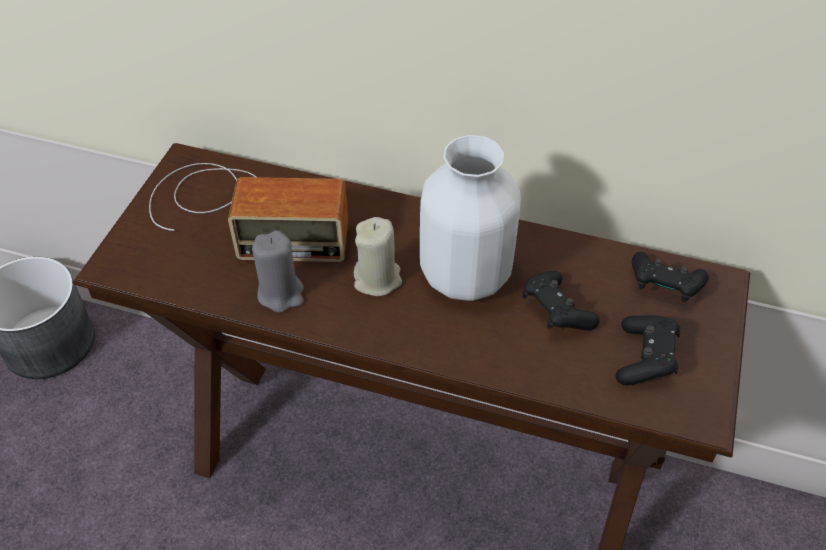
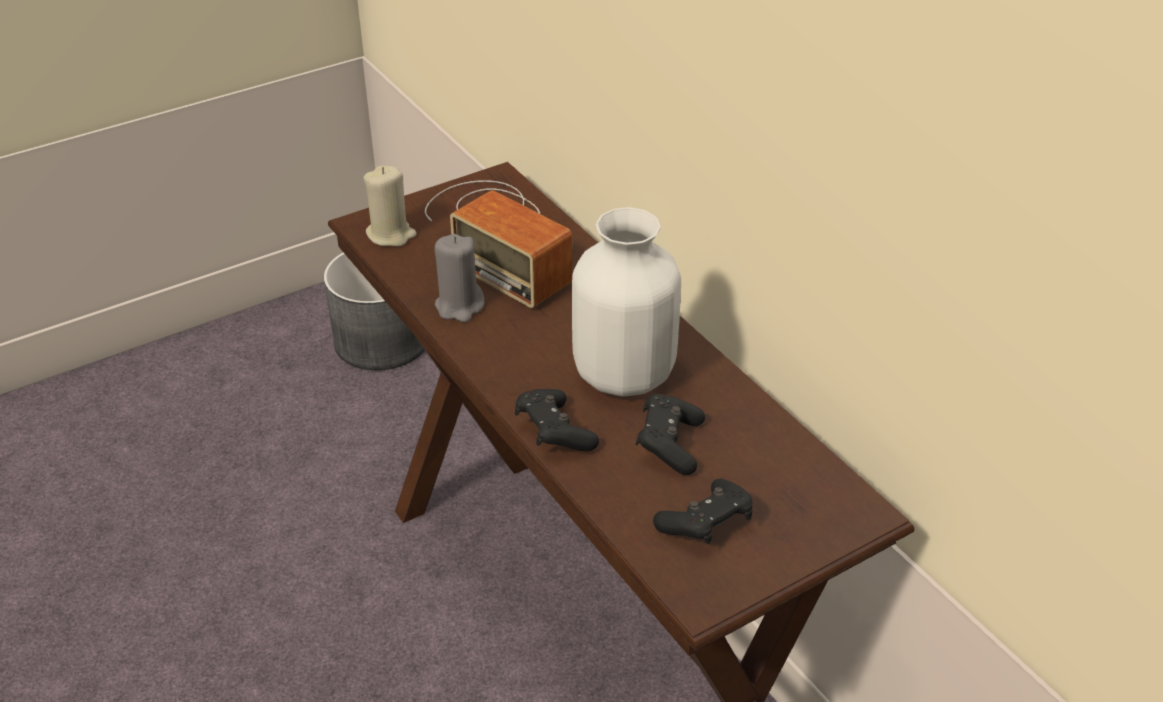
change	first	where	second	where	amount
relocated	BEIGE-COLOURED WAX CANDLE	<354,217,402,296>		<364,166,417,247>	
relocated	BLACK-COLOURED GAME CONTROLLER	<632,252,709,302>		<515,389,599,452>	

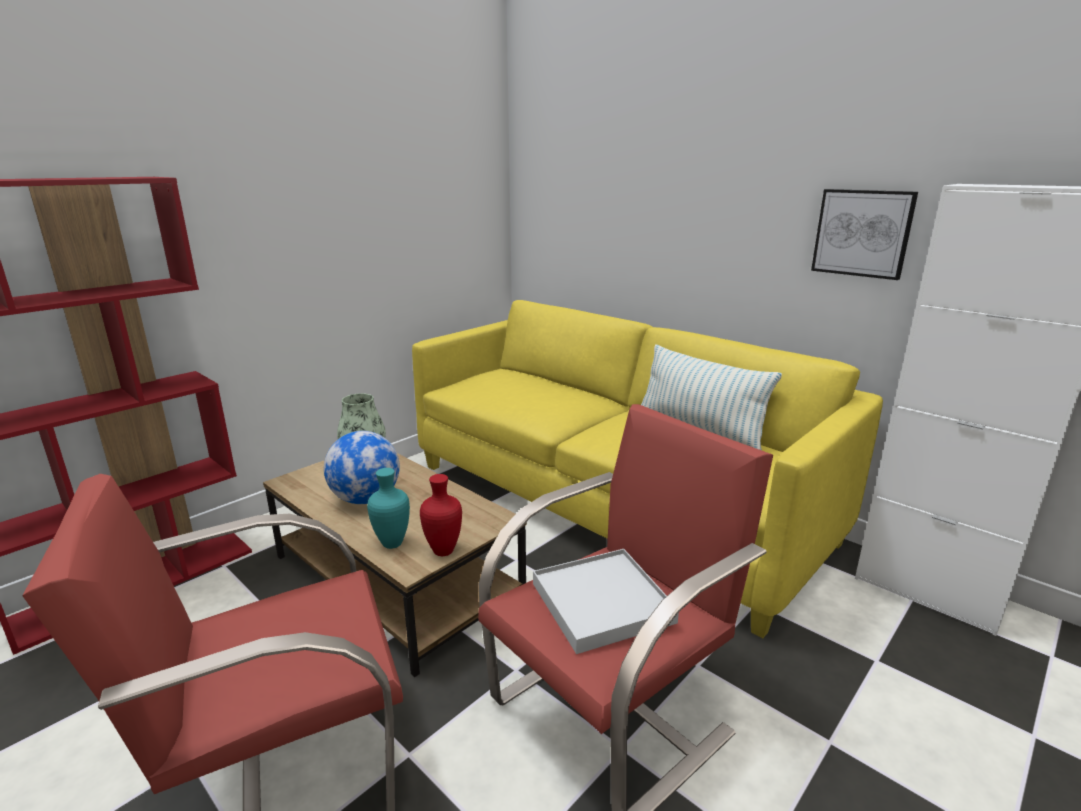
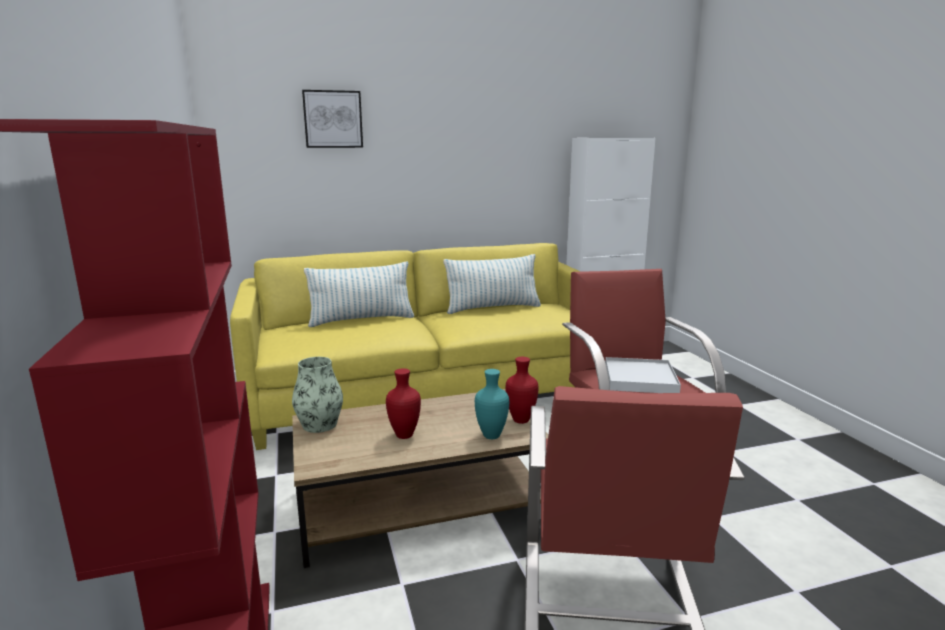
change	first	where	second	where	amount
relocated	PICTURE	<811,189,918,280>		<302,90,363,148>	
appeared			CUSHION	<304,261,415,327>	
exchanged	DESK GLOBE	<324,431,400,504>	REDDISH FLOWER VASE	<386,368,421,439>	

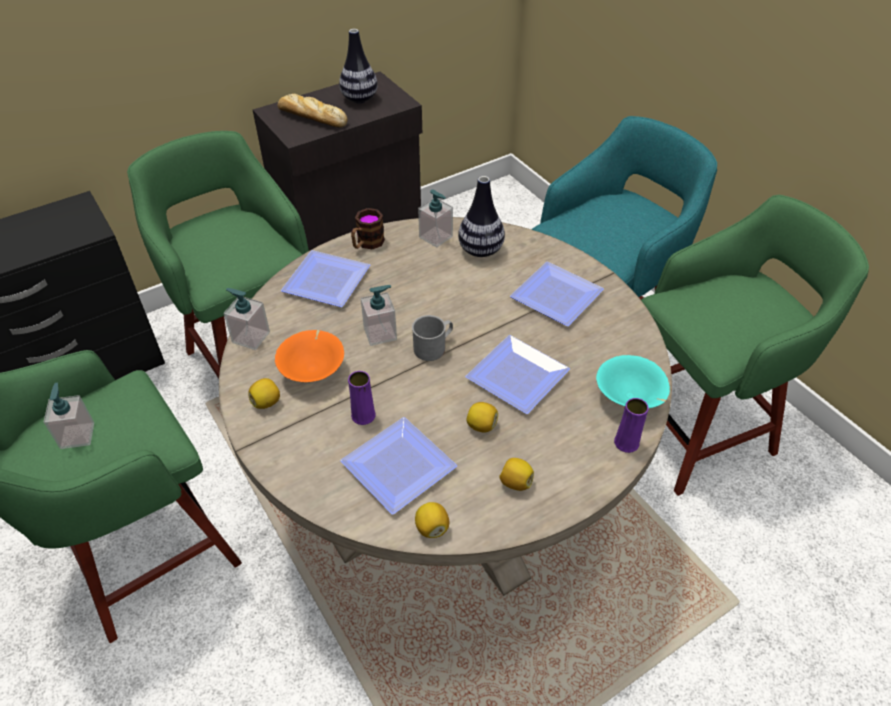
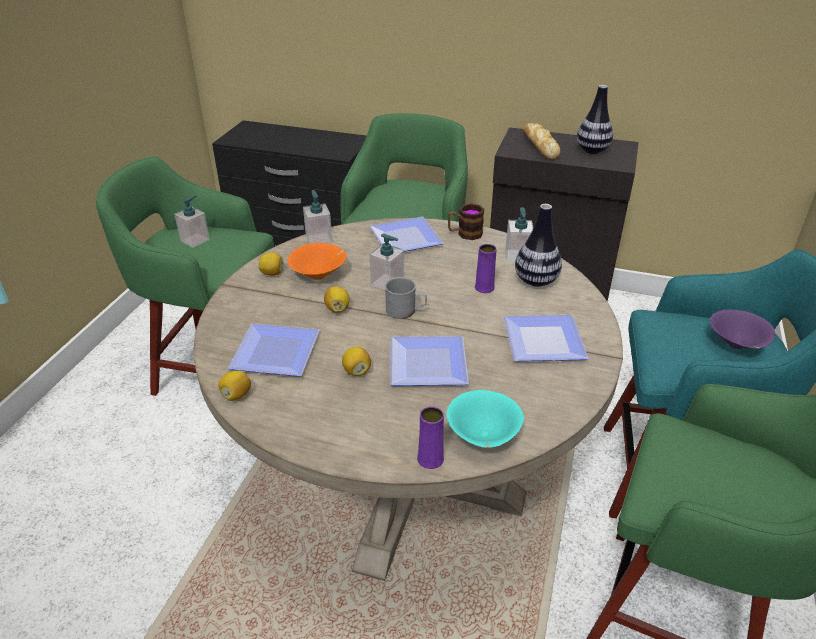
change	first	where	second	where	amount
relocated	LEMON	<499,458,534,491>		<324,286,350,312>	
relocated	PURPLE-COLOURED FLOWER VASE	<348,371,376,425>		<475,244,497,293>	
appeared			PURPLE-COLOURED DEEP DISH	<710,310,775,349>	

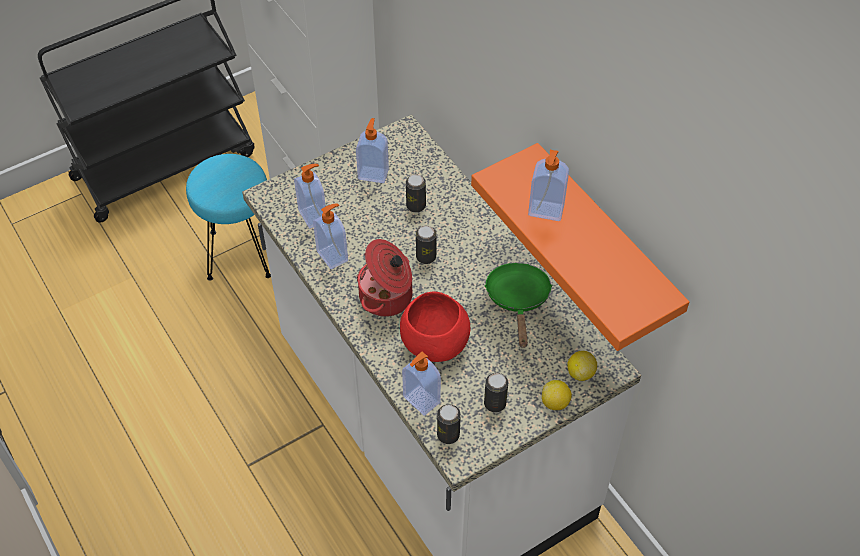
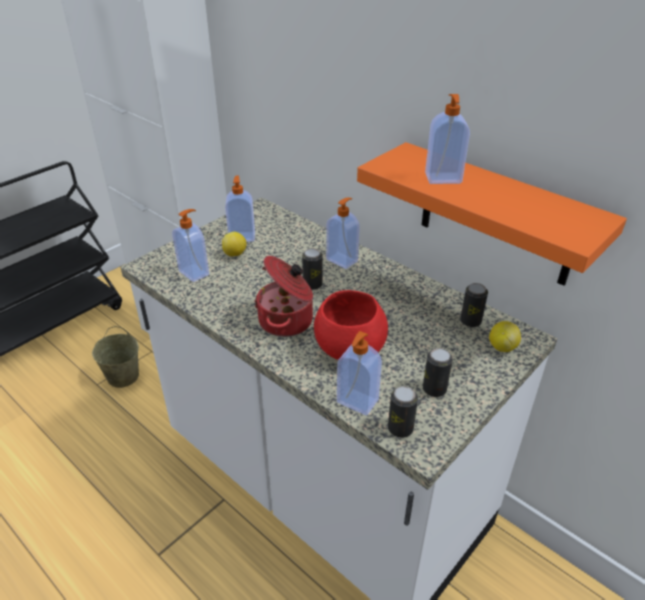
change	first	where	second	where	amount
exchanged	TURQUOISE STOOL	<186,154,271,281>	BEIGE-COLOURED BUCKET	<92,326,139,388>	
relocated	LEMON	<542,380,572,410>		<222,232,247,256>	
relocated	SOAP DISPENSER	<313,204,348,269>		<326,197,360,269>	
relocated	METAL CAN	<406,174,426,212>		<460,283,488,327>	
missing	GREEN PAN	<484,263,553,348>			

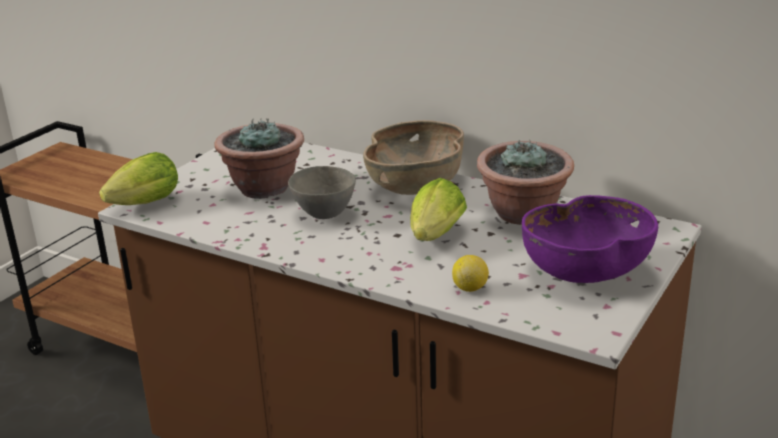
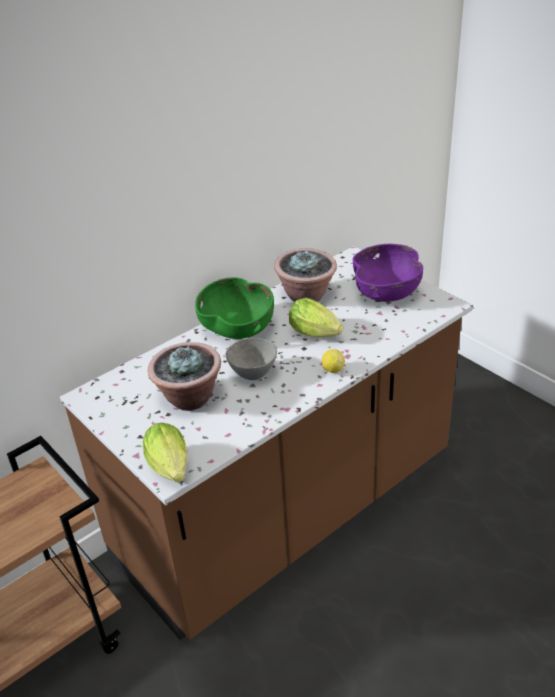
change	first	where	second	where	amount
colour	BROWN DEEP DISH	<363,120,464,195>	GREEN DEEP DISH	<195,277,274,339>	
relocated	LEMON	<452,255,489,292>		<322,349,345,373>	

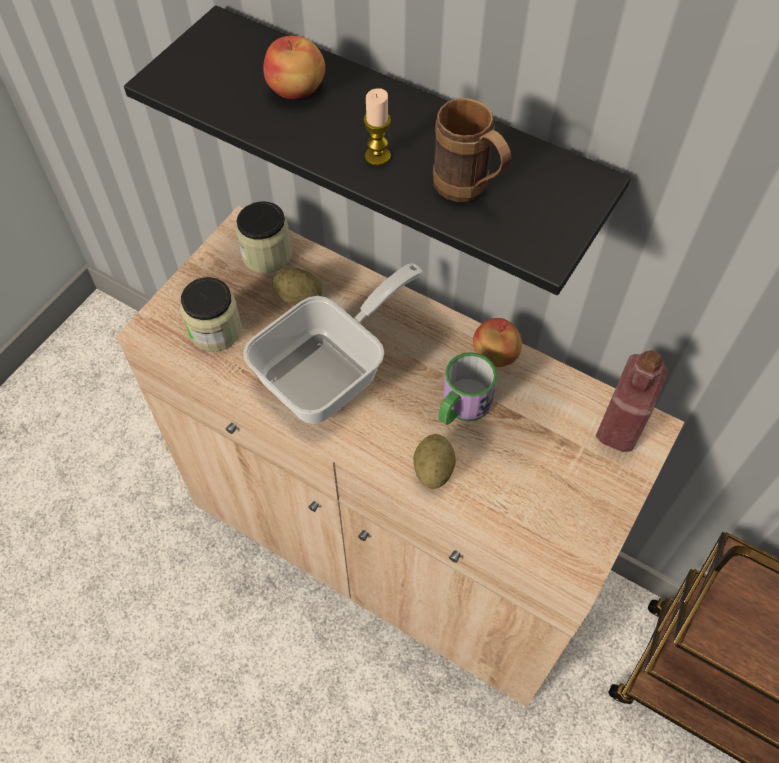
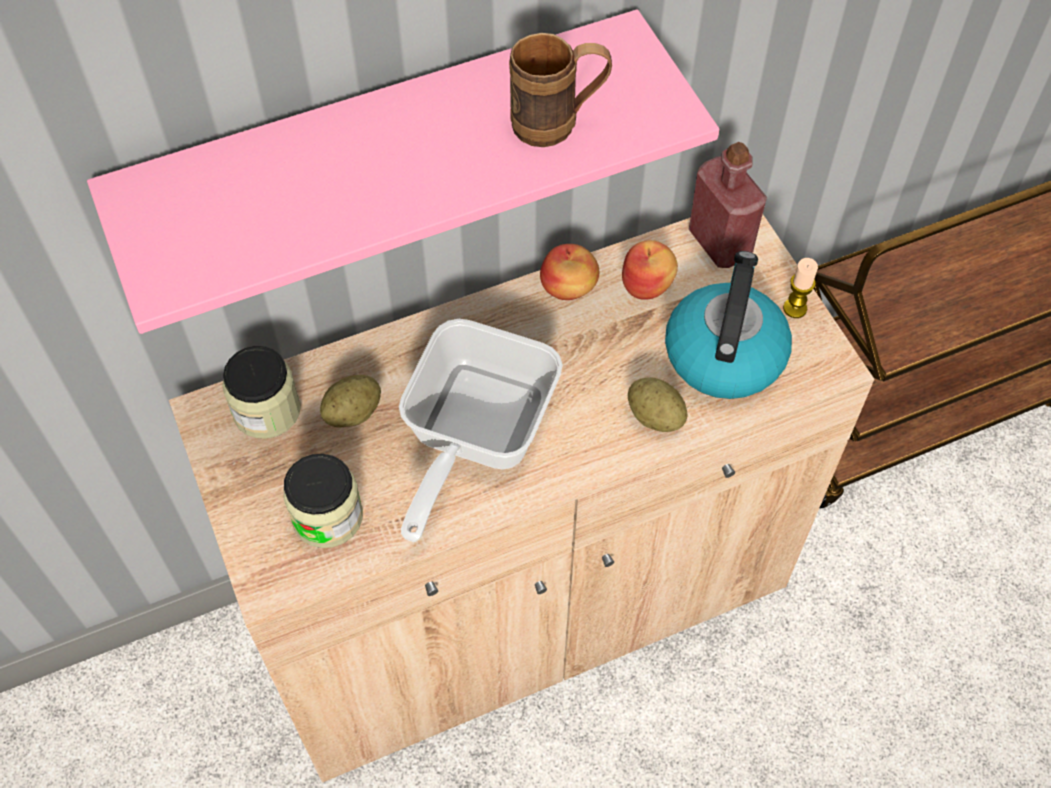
change	first	where	second	where	amount
colour	BLACK-COLOURED SHELF	<124,5,631,295>	PINK SHELF	<87,9,719,334>	
spun	PAN	<243,263,422,424>		<399,319,563,542>	150 degrees counterclockwise
relocated	WHOLE APPLE	<263,36,325,99>		<622,240,678,300>	
appeared			KETTLE	<665,251,792,399>	
relocated	WAX CANDLE	<363,88,391,166>		<783,258,818,318>	
missing	COFFEE MUG	<439,352,497,425>			

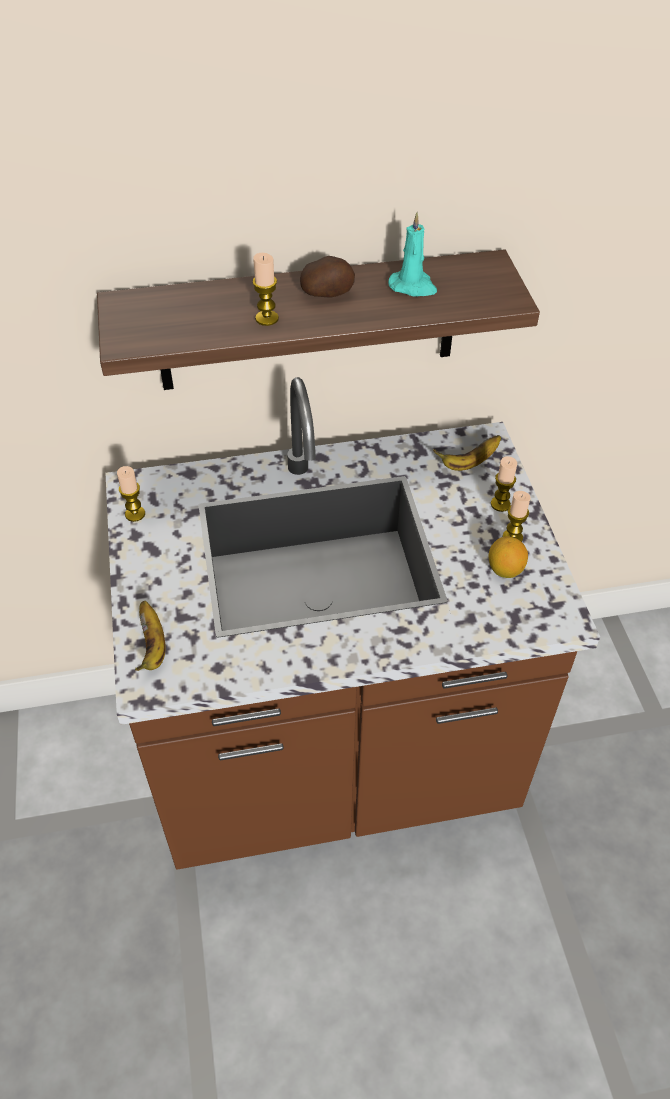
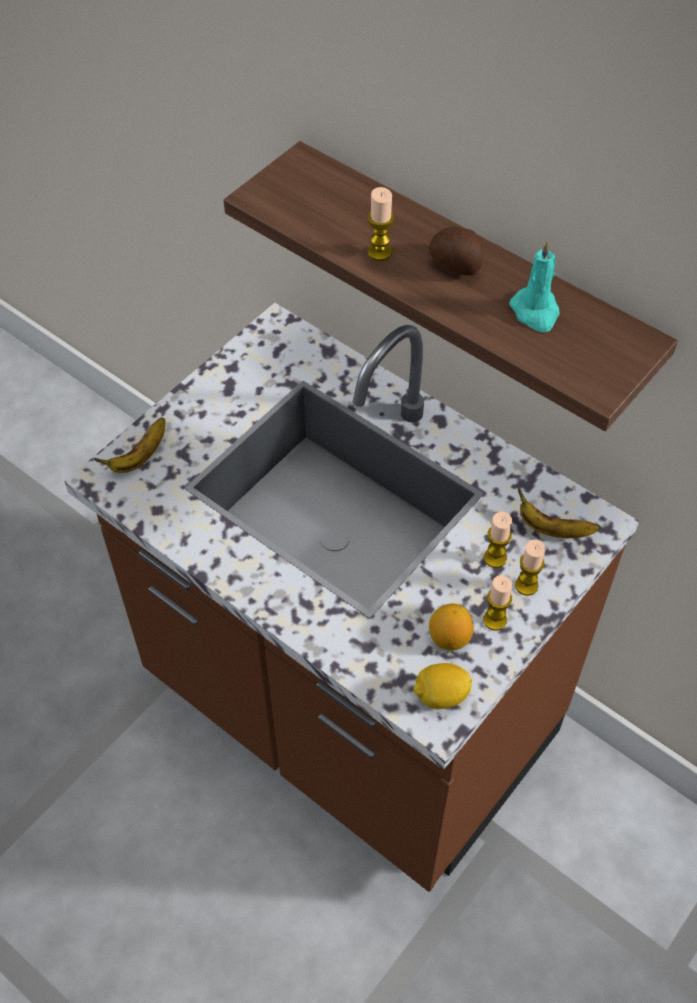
change	first	where	second	where	amount
appeared			LEMON	<414,663,472,709>	
relocated	WAX CANDLE	<117,466,145,522>		<484,512,512,568>	

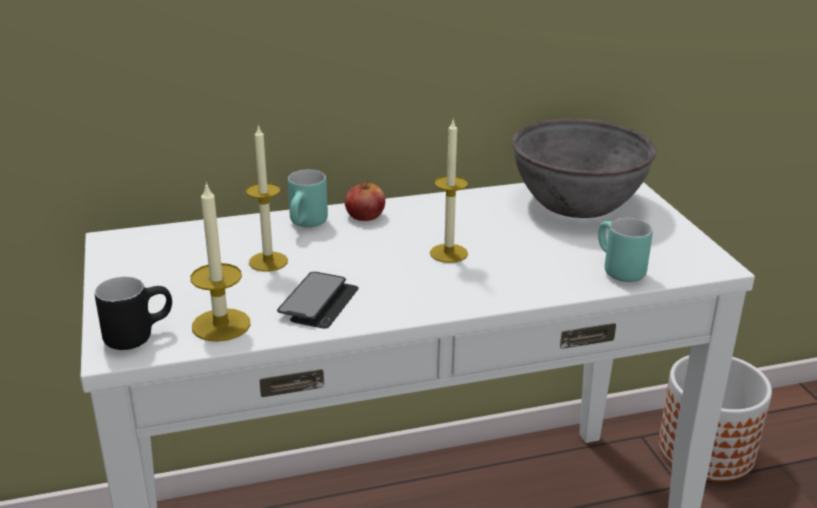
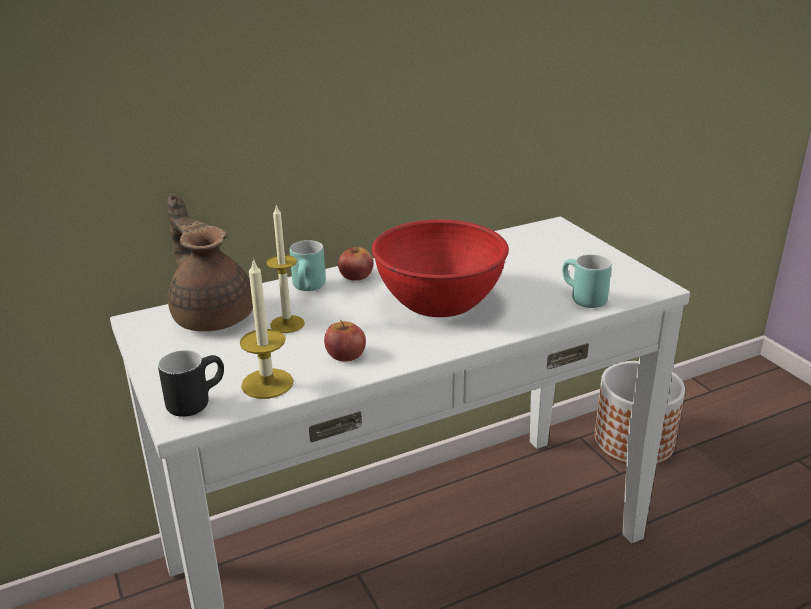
change	first	where	second	where	amount
appeared			BROWN TEAPOT	<168,194,253,331>	
exchanged	PHONE	<277,272,359,328>	WHOLE APPLE	<324,320,366,361>	
exchanged	WAX CANDLE	<430,118,468,263>	REDDISH DEEP DISH	<372,219,509,317>	
missing	GREY DEEP DISH	<512,118,657,218>			

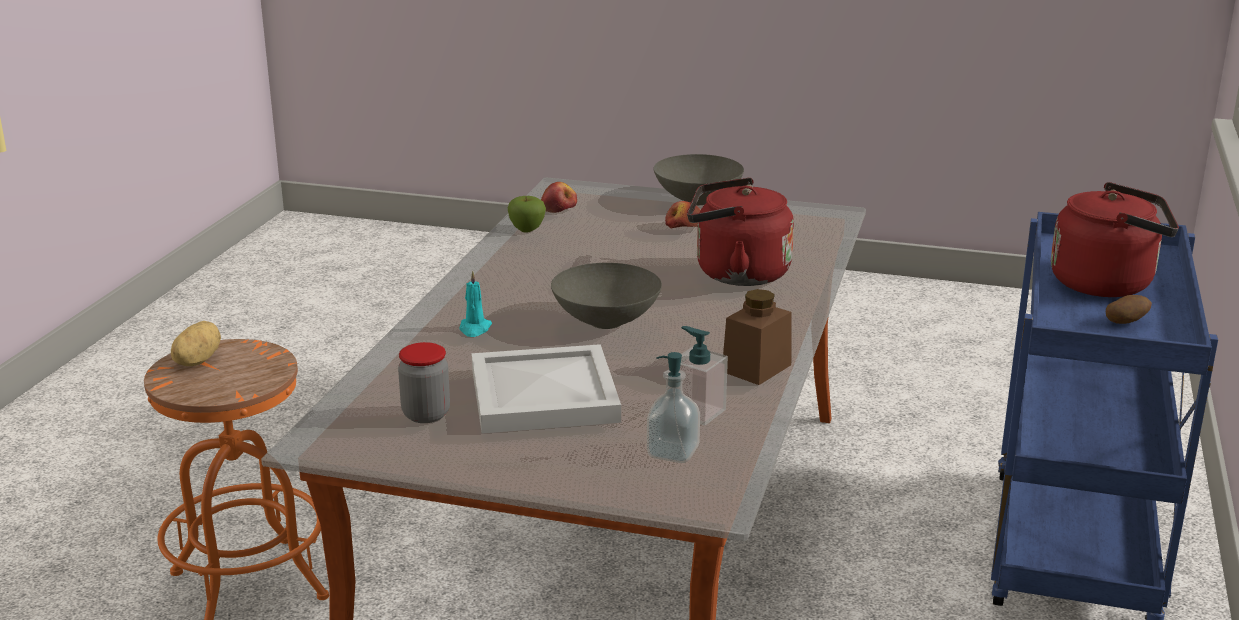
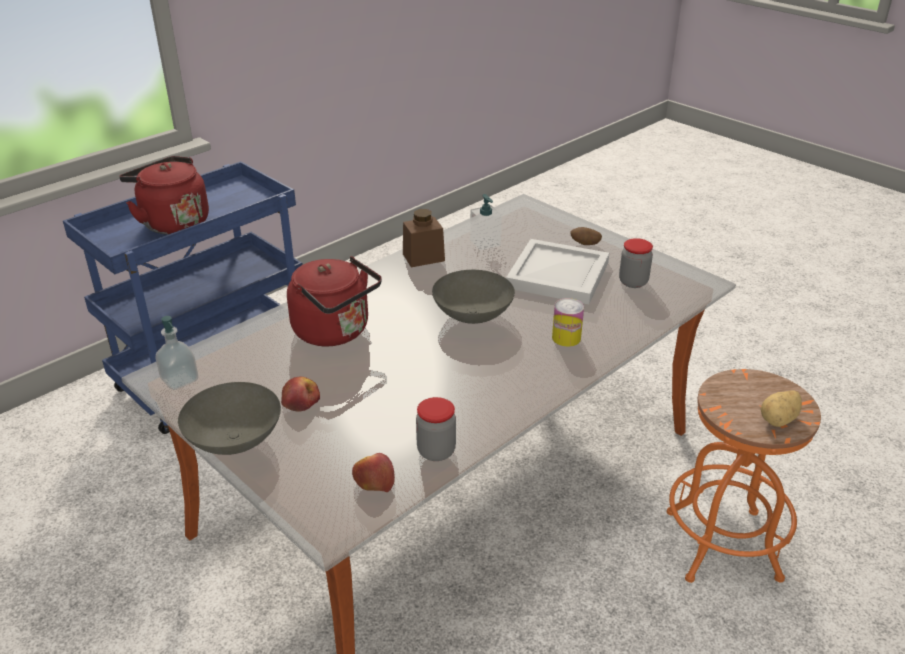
change	first	where	second	where	amount
relocated	SOAP DISPENSER	<647,352,700,463>		<156,316,198,390>	
exchanged	WHOLE APPLE	<508,196,546,233>	STORAGE JAR	<416,397,456,461>	
exchanged	TURQUOISE WAX CANDLE	<459,270,492,337>	METAL CAN	<552,298,584,347>	
relocated	WHOLE POTATO	<1106,295,1152,324>		<570,227,602,245>	

